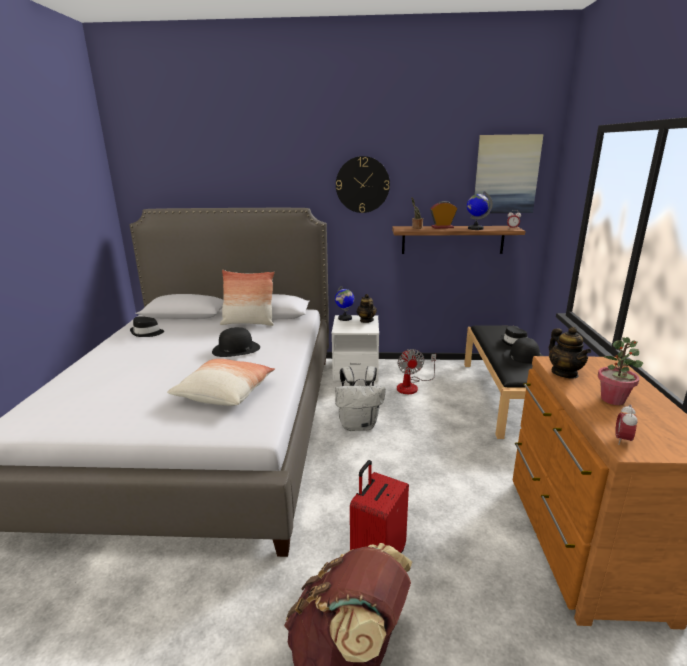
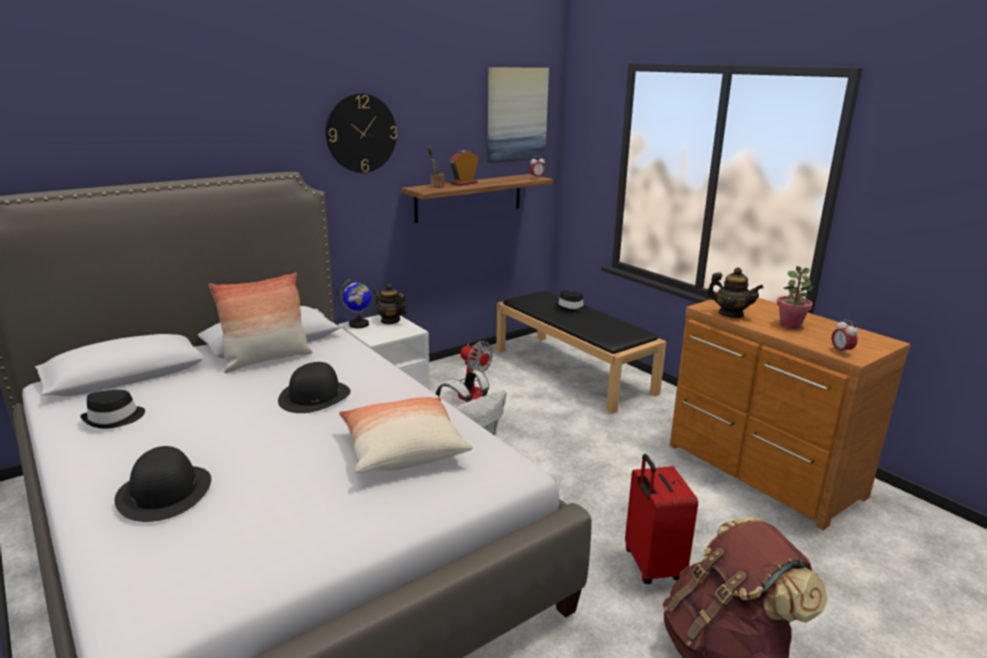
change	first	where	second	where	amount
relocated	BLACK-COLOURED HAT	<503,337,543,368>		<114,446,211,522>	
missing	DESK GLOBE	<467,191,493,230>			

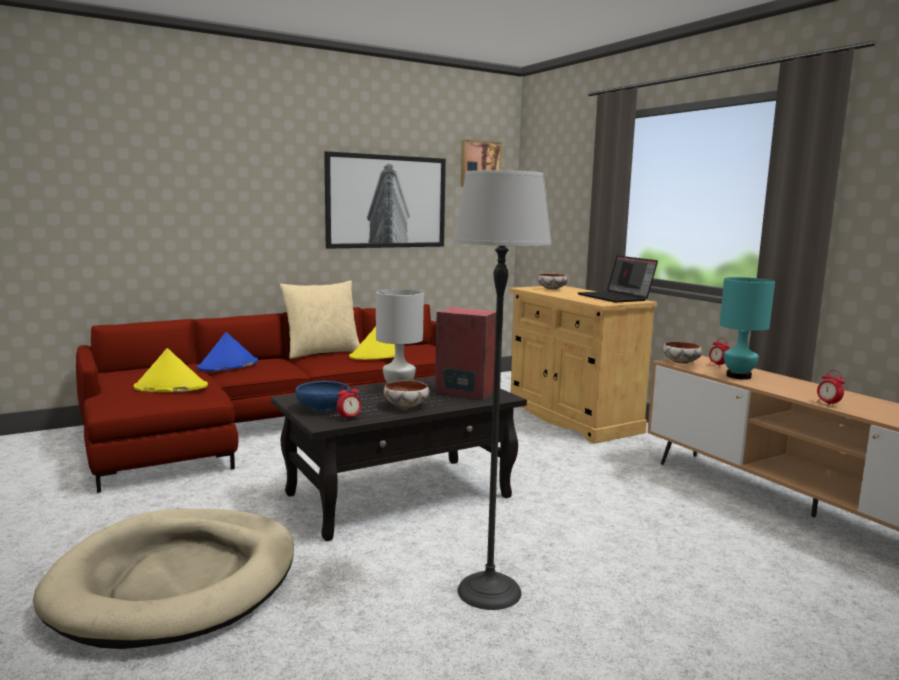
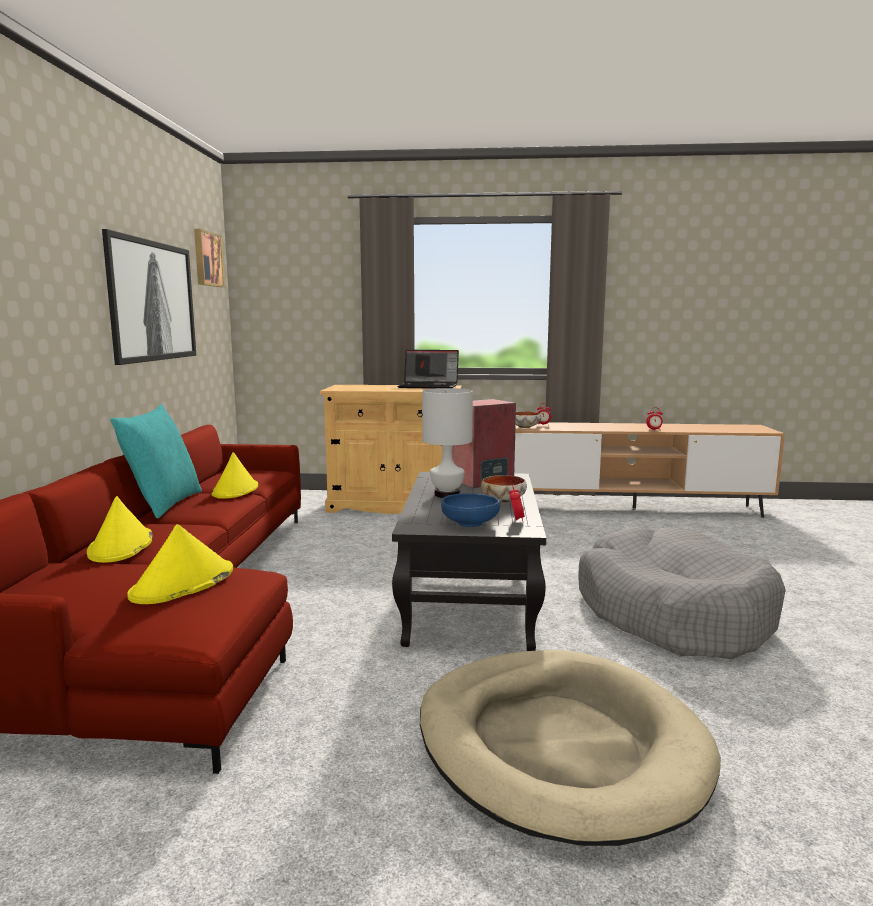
change	first	where	second	where	amount
colour	BLUE HAT	<197,332,258,371>	YELLOWISH HAT	<87,496,152,563>	
colour	BEIGE-COLOURED CUSHION	<280,280,360,359>	TURQUOISE CUSHION	<110,404,202,519>	
exchanged	STANDING LAMP	<453,170,552,610>	GREY DOG BED	<578,526,786,659>	
missing	DEEP DISH	<537,274,568,290>			
missing	TURQUOISE TABLE LAMP	<720,277,775,380>			

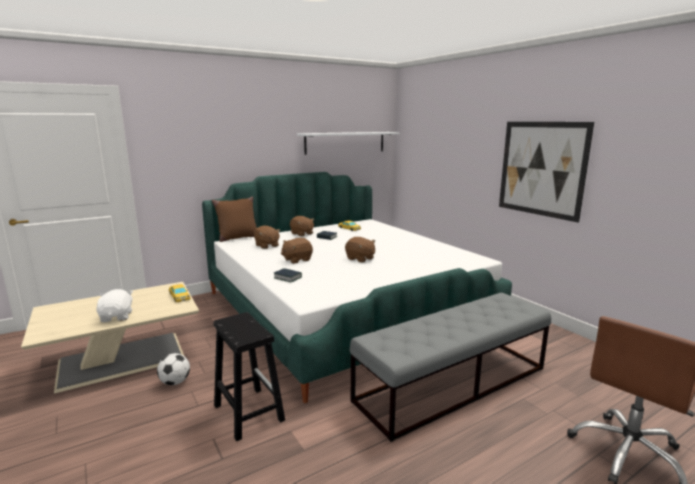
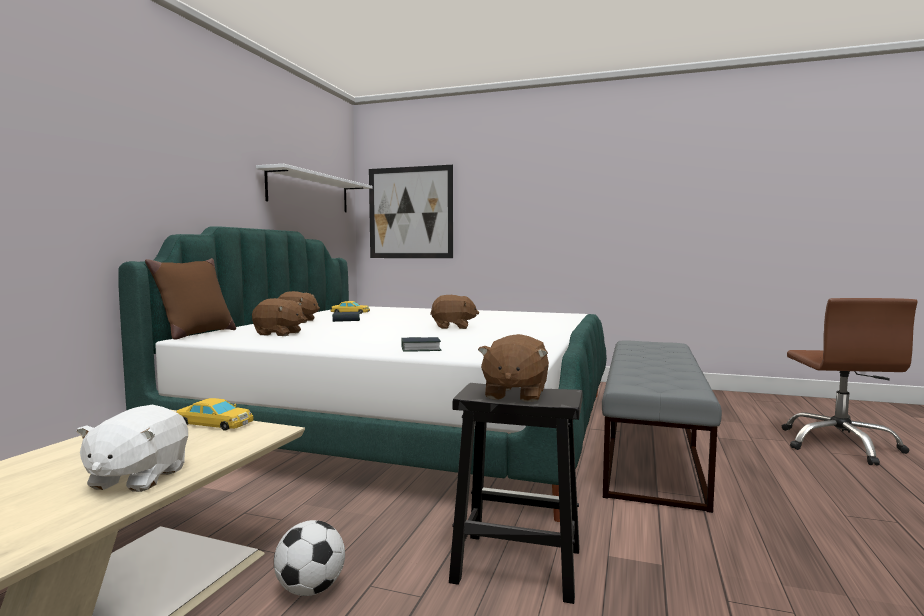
change	first	where	second	where	amount
spun	WHITE-COLOURED SOFT TOY	<96,289,133,322>		<76,405,188,492>	120 degrees counterclockwise
relocated	PICTURE	<499,122,594,223>		<369,165,453,258>	
relocated	BROWN SOFT TOY	<281,238,313,264>		<478,334,549,402>	

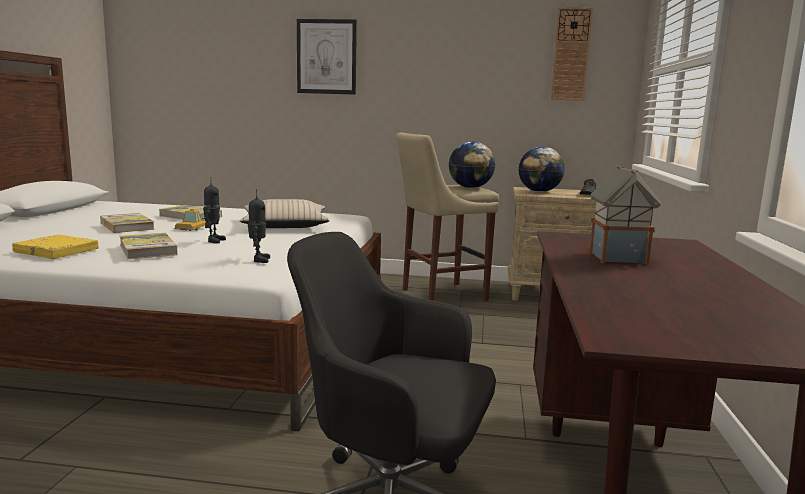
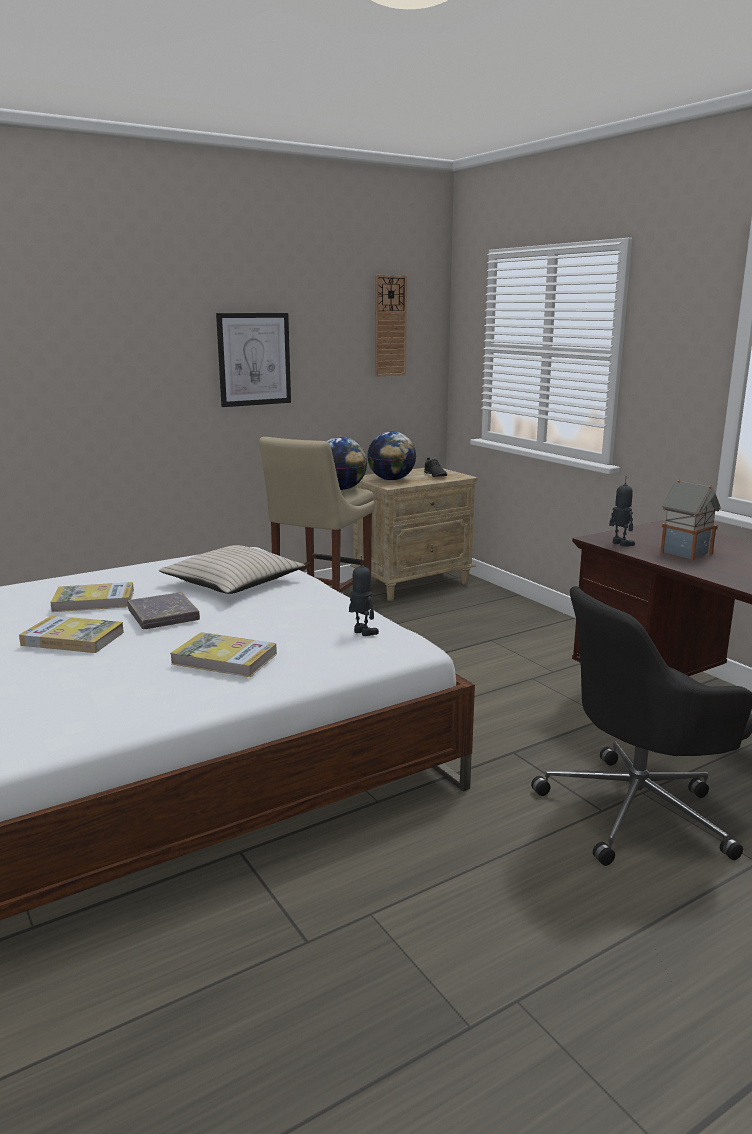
change	first	where	second	where	amount
exchanged	TOY CAR	<174,209,206,231>	GREY BOUND BOOK	<127,592,200,629>	
relocated	PICTURE	<297,19,357,95>		<216,313,291,407>	
relocated	ROBOT FIGURE	<203,177,226,244>		<609,476,635,546>	
missing	YELLOWISH BOUND BOOK	<12,235,99,259>			

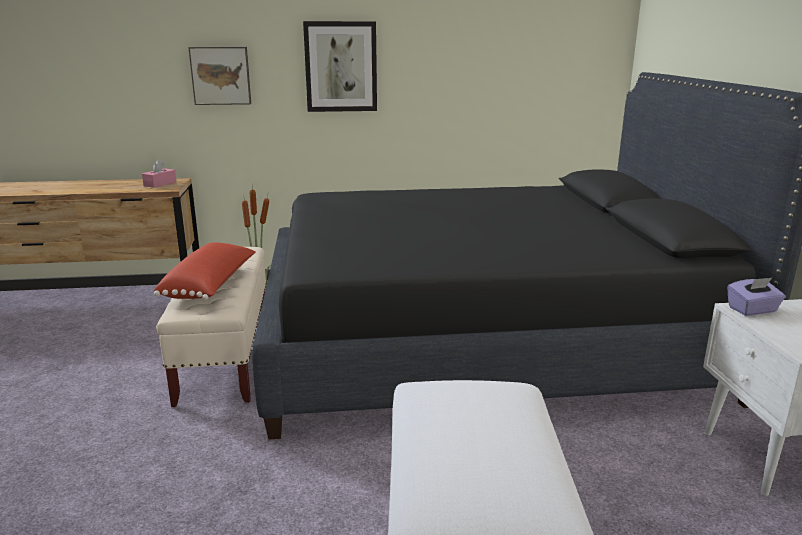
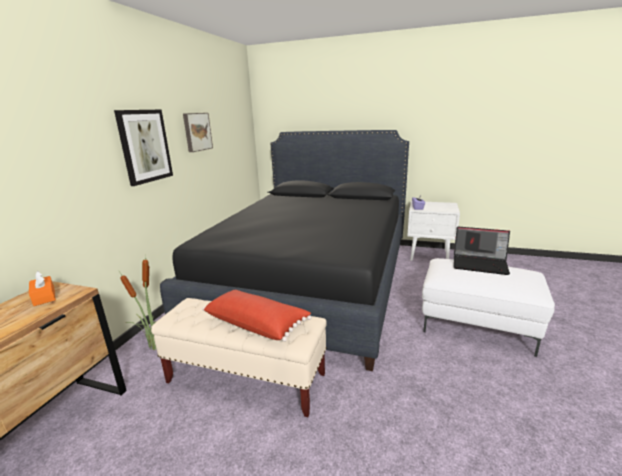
change	first	where	second	where	amount
colour	PINK TISSUE HOLDER	<142,160,177,188>	ORANGEY TISSUE HOLDER	<29,271,56,306>	
relocated	PICTURE	<188,47,251,105>		<183,113,213,152>	
appeared			NOTEBOOK COMPUTER	<453,227,510,275>	

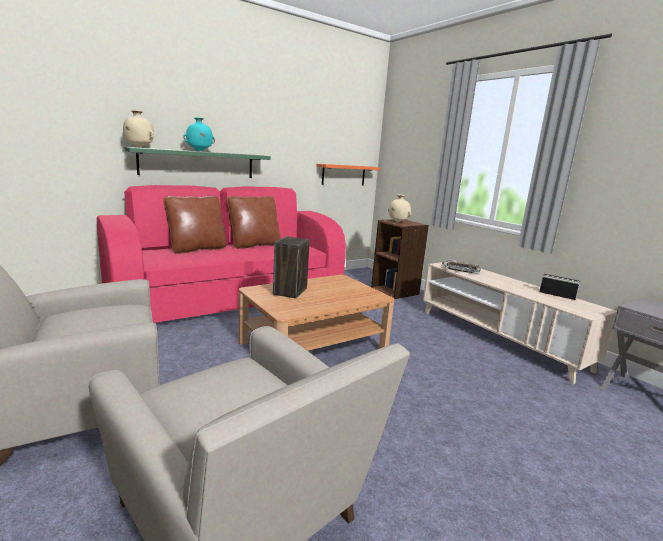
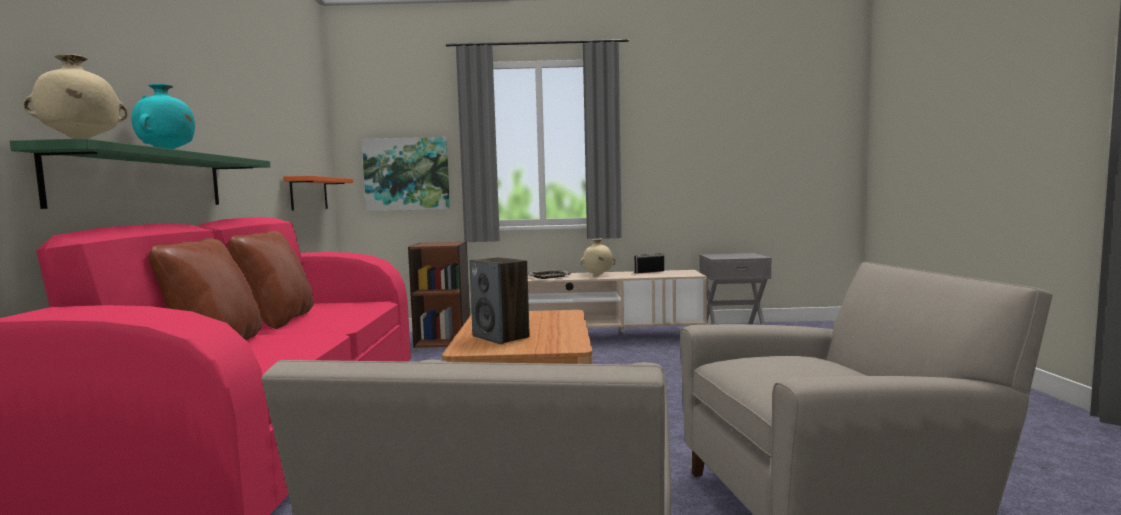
change	first	where	second	where	amount
appeared			PICTURE	<362,137,450,211>	
relocated	BEIGE-COLOURED FLOWER VASE	<388,195,411,223>		<580,239,615,276>	

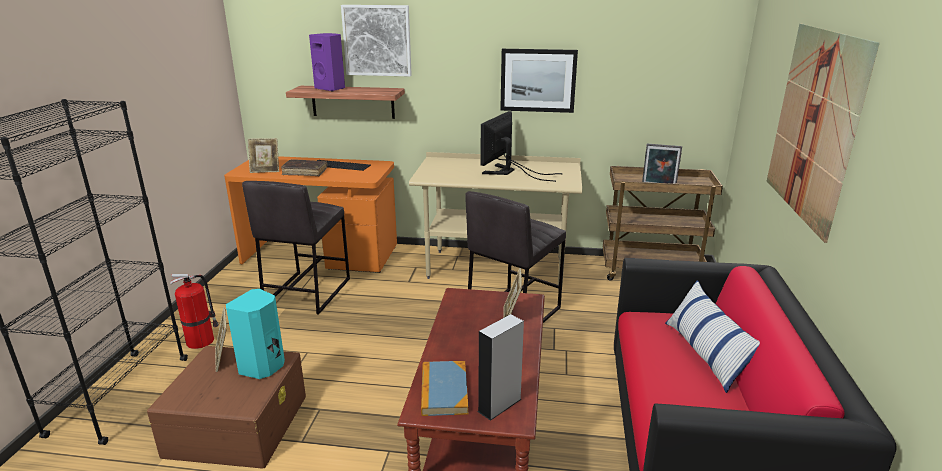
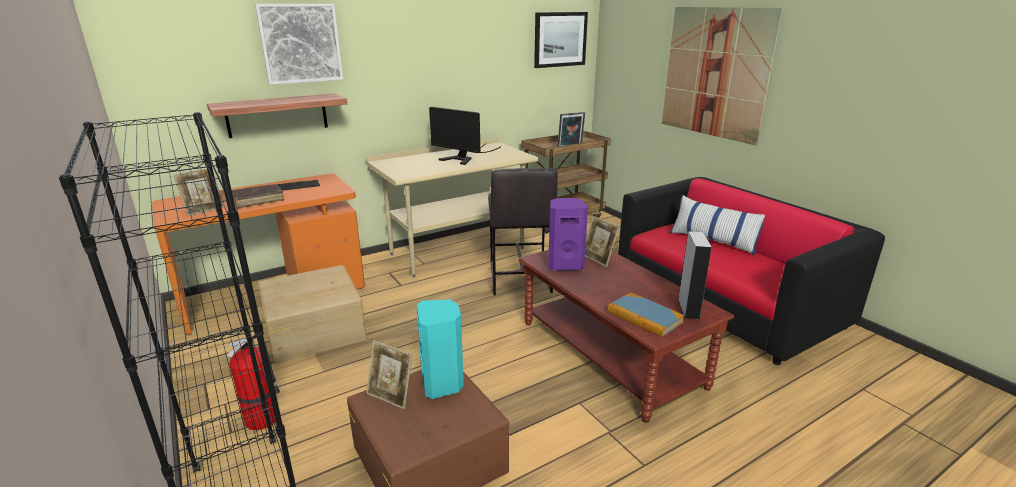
change	first	where	second	where	amount
exchanged	GREY STOOL	<242,181,350,315>	BEIGE-COLOURED STORAGE BIN	<259,265,367,363>	
spun	COMPUTER SCREEN	<480,111,562,182>		<429,107,501,165>	45 degrees counterclockwise
relocated	PICTURE	<500,49,578,113>		<534,12,588,68>	
relocated	PURPLE-COLOURED SPEAKER	<309,33,345,92>		<548,198,588,271>	

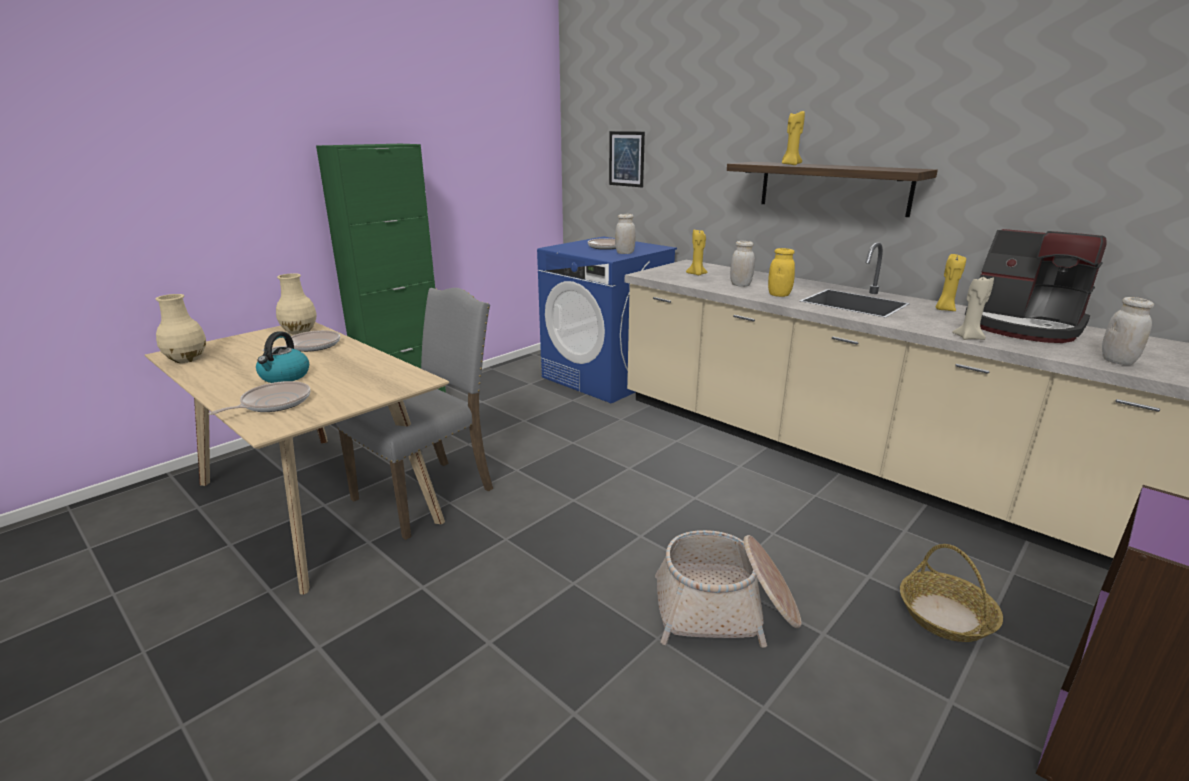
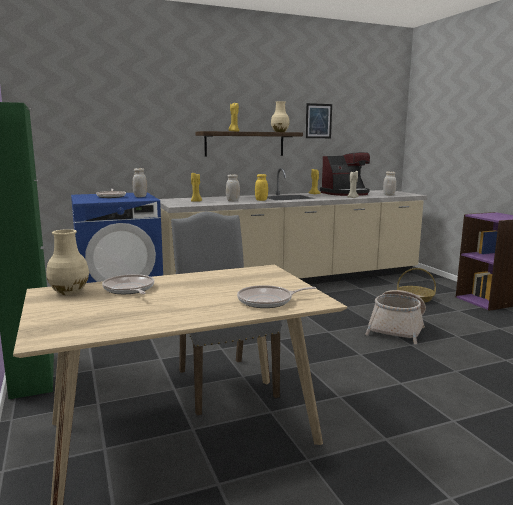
change	first	where	second	where	amount
spun	PAN	<208,381,310,415>		<237,285,316,308>	75 degrees counterclockwise
relocated	BEIGE-COLOURED FLOWER VASE	<156,294,206,363>		<271,101,290,132>	
relocated	PICTURE	<609,131,645,187>		<305,103,332,138>	
missing	KETTLE	<256,331,309,383>			

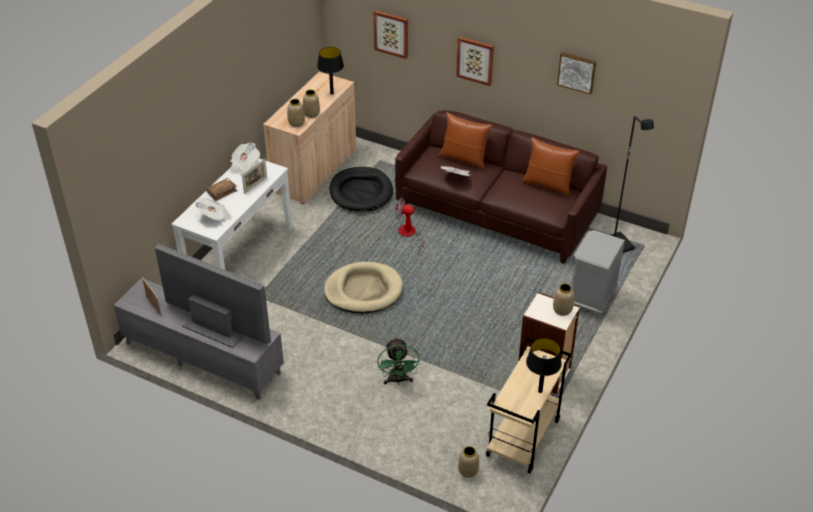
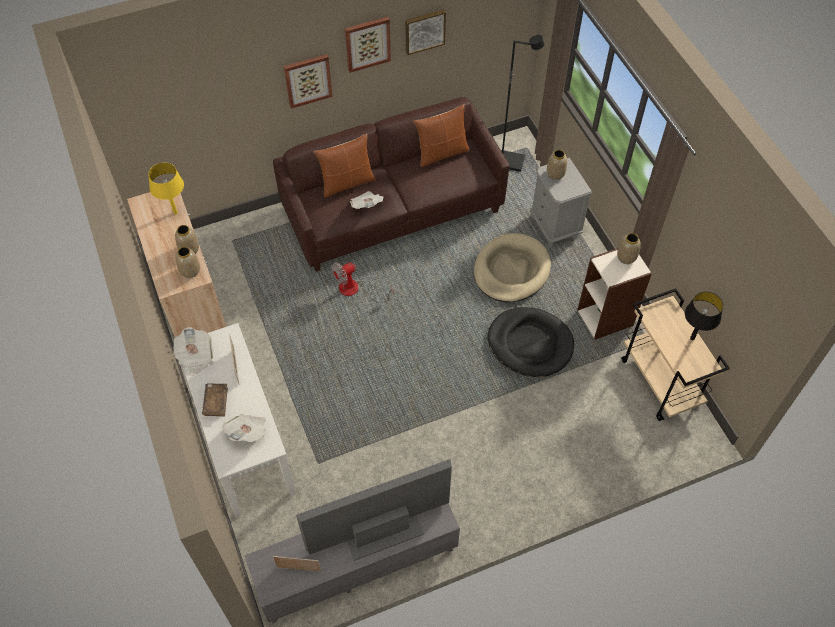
change	first	where	second	where	amount
colour	BLACK-COLOURED TABLE LAMP	<317,47,344,95>	YELLOWISH TABLE LAMP	<148,163,184,214>	
relocated	PICTURE	<374,10,408,59>		<345,17,391,73>	
relocated	BEIGE-COLOURED DOG BED	<324,262,403,313>		<474,233,551,302>	
relocated	BLACK-COLOURED DOG BED	<330,167,393,212>		<487,307,574,377>	
relocated	FLOWER VASE	<458,446,479,478>		<547,150,567,180>	
missing	GREEN ELECTRIC FAN	<377,337,420,385>			

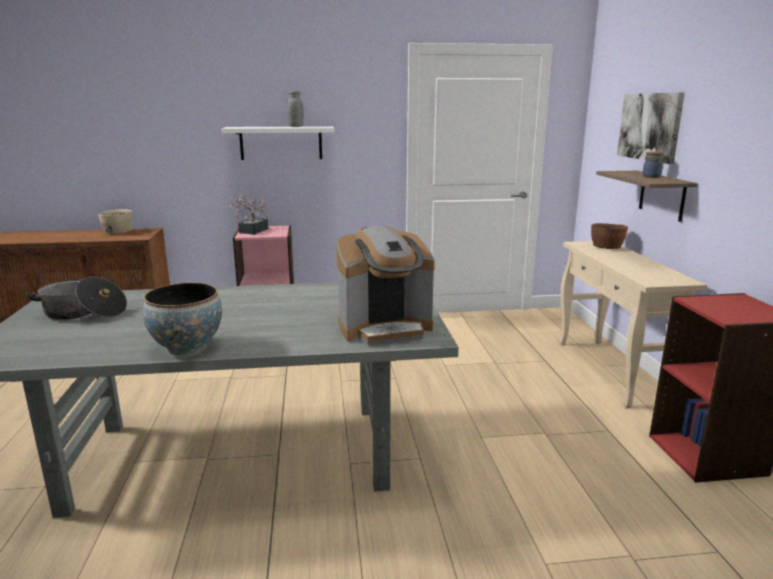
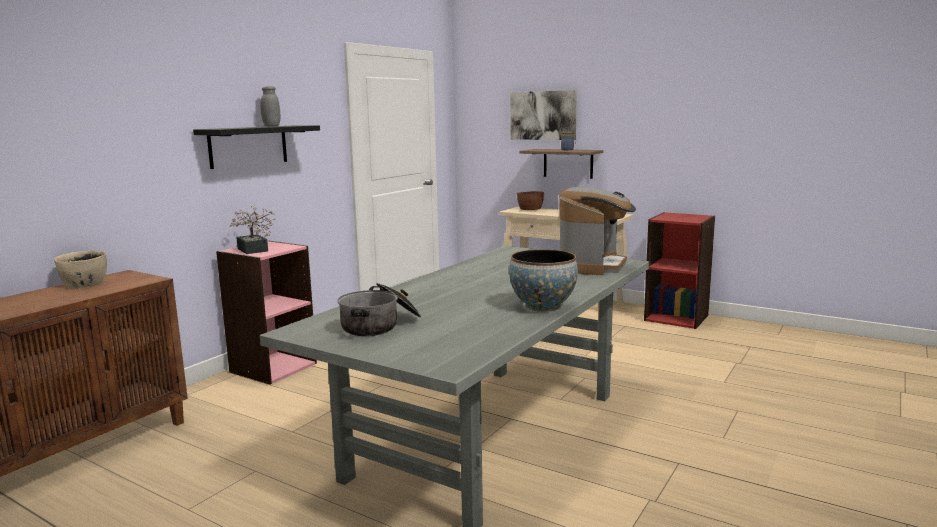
change	first	where	second	where	amount
colour	WHITE-COLOURED SHELF	<221,126,335,160>	BLACK-COLOURED SHELF	<193,125,320,169>	

